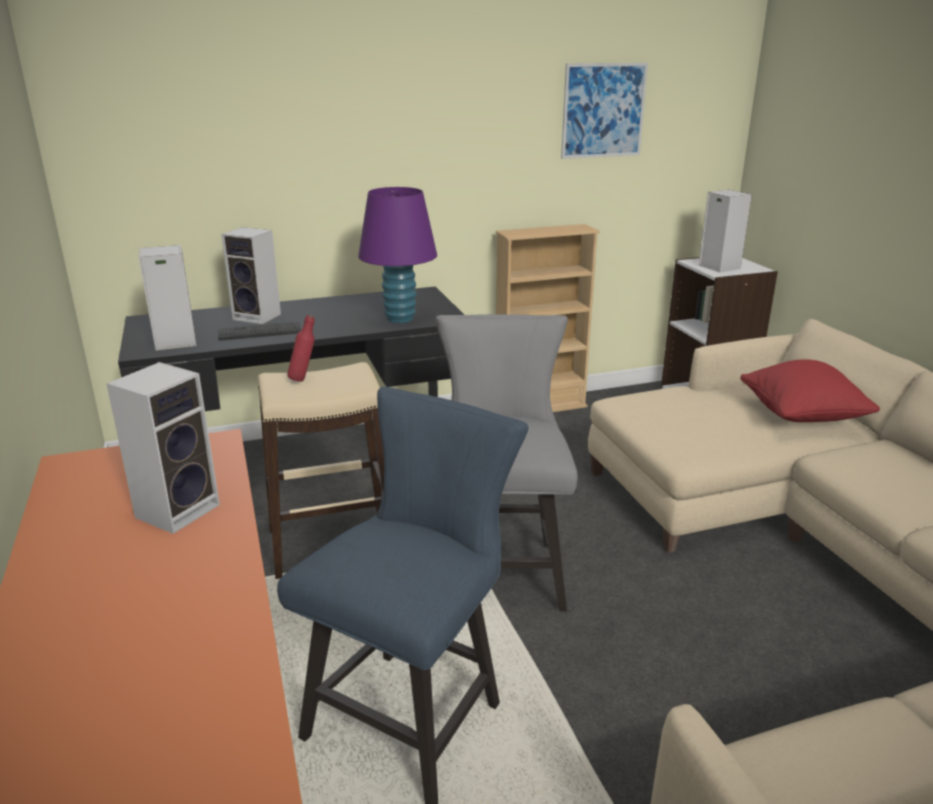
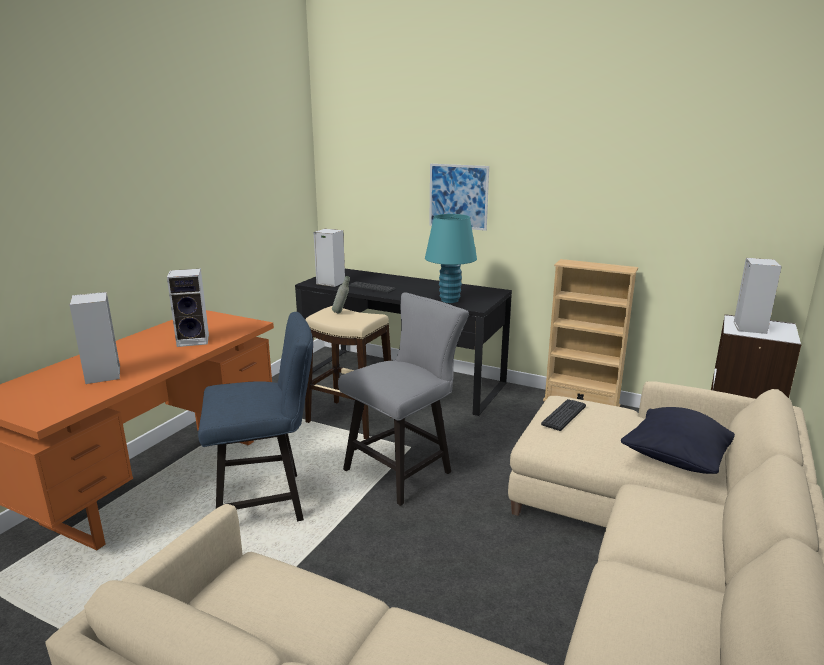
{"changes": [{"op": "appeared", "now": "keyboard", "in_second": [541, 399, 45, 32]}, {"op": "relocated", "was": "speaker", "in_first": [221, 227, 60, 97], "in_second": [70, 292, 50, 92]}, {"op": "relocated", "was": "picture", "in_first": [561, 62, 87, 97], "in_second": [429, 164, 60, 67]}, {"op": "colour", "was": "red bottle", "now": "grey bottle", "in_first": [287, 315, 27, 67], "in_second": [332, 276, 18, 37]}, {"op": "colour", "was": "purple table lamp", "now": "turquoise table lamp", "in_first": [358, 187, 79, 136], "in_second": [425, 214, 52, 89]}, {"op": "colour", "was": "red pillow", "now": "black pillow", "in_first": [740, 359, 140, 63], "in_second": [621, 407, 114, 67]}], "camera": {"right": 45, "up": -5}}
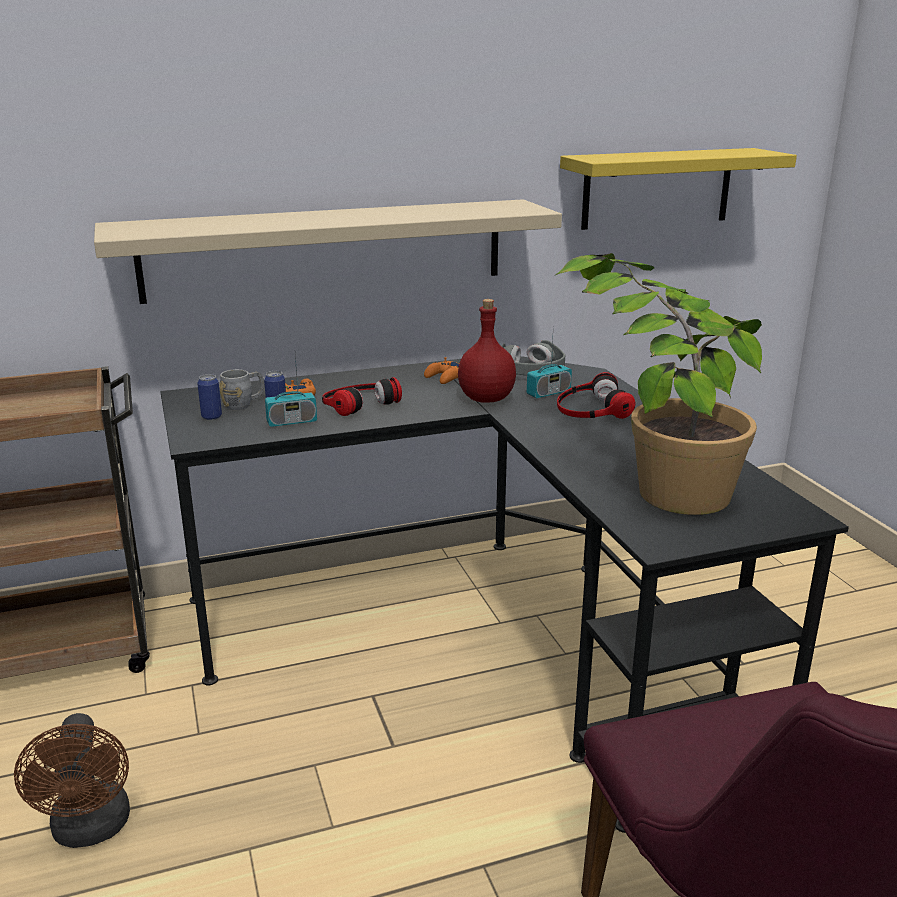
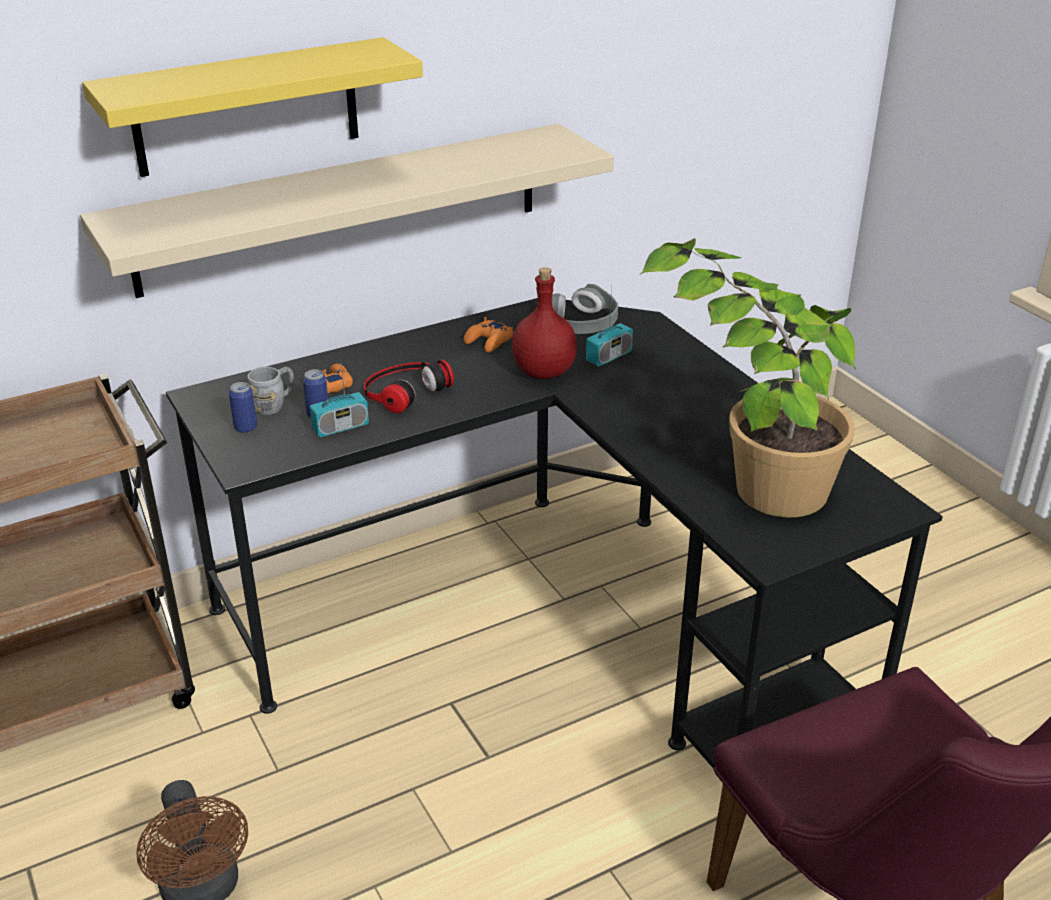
{"changes": [{"op": "missing", "was": "headphones", "in_first": [557, 372, 78, 47]}, {"op": "relocated", "was": "yellow shelf", "in_first": [560, 148, 237, 82], "in_second": [82, 37, 341, 140]}], "camera": {"right": -10, "up": 10}}
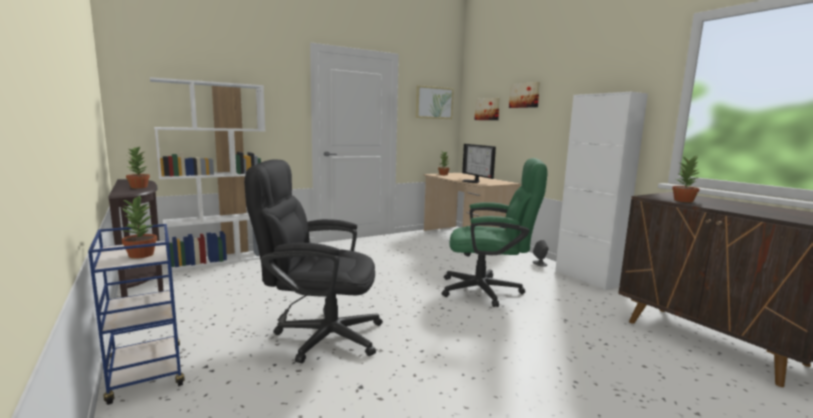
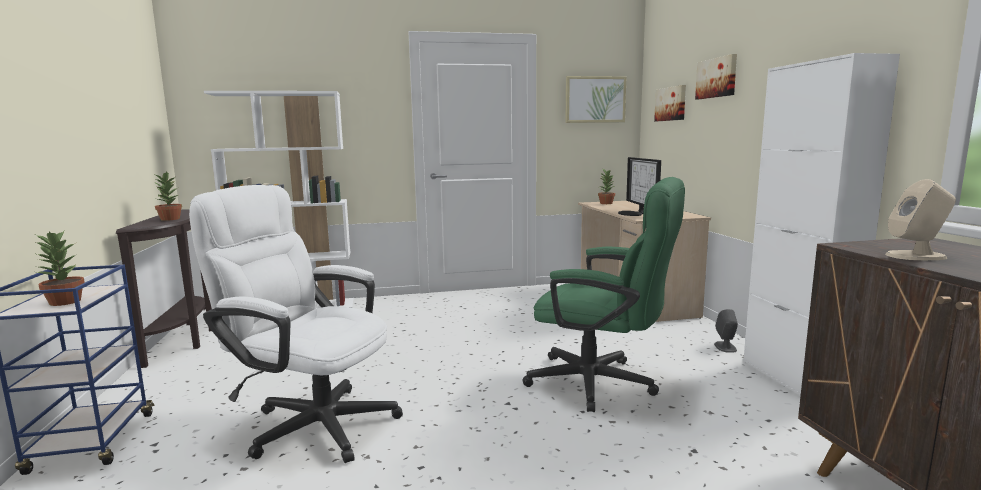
{"changes": [{"op": "exchanged", "was": "potted plant", "now": "beige speaker", "in_first": [672, 154, 28, 49], "in_second": [885, 179, 71, 81]}, {"op": "colour", "was": "black office chair", "now": "white office chair", "in_first": [244, 159, 139, 204], "in_second": [189, 185, 214, 278]}], "camera": {"right": 20, "up": 0}}
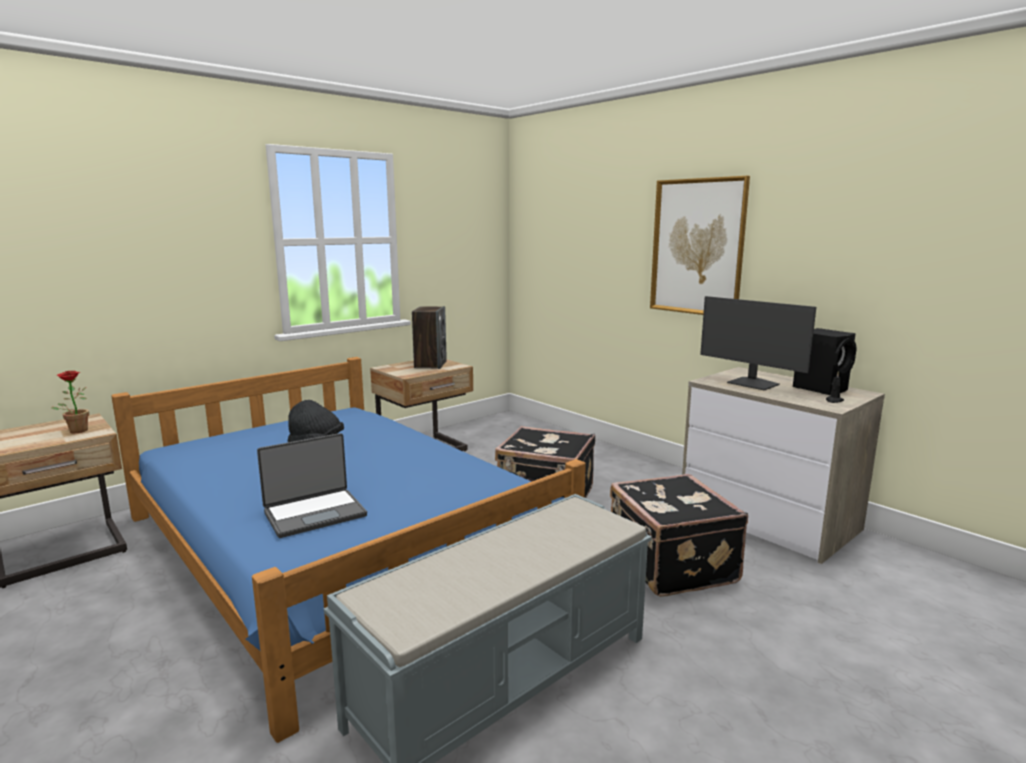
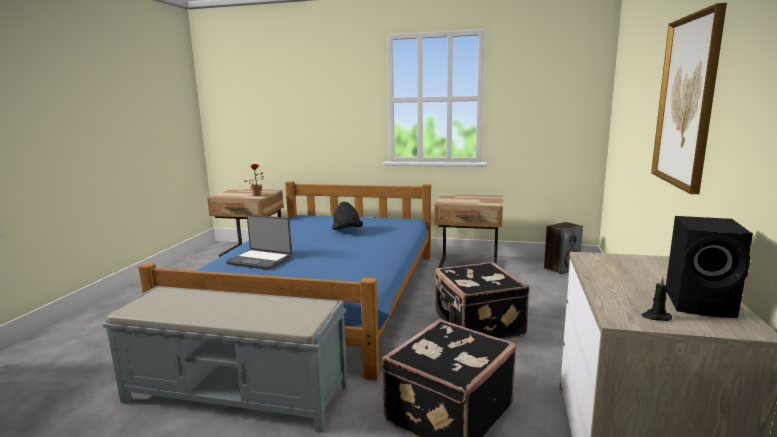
{"changes": [{"op": "missing", "was": "monitor", "in_first": [700, 296, 116, 94]}, {"op": "relocated", "was": "speaker", "in_first": [412, 306, 35, 63], "in_second": [544, 222, 39, 52]}], "camera": {"right": 55, "up": 0}}
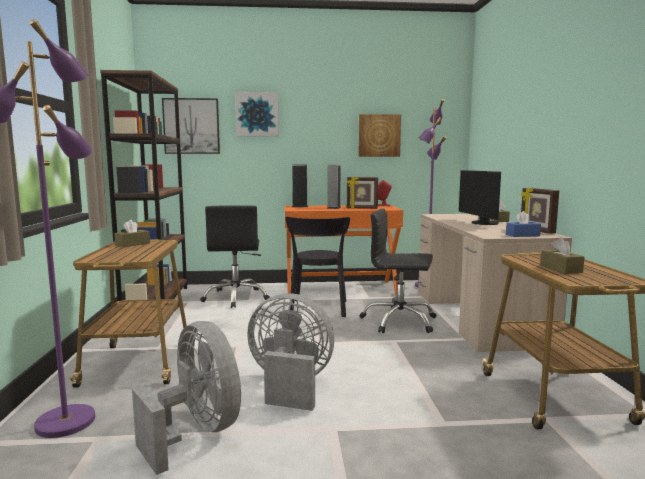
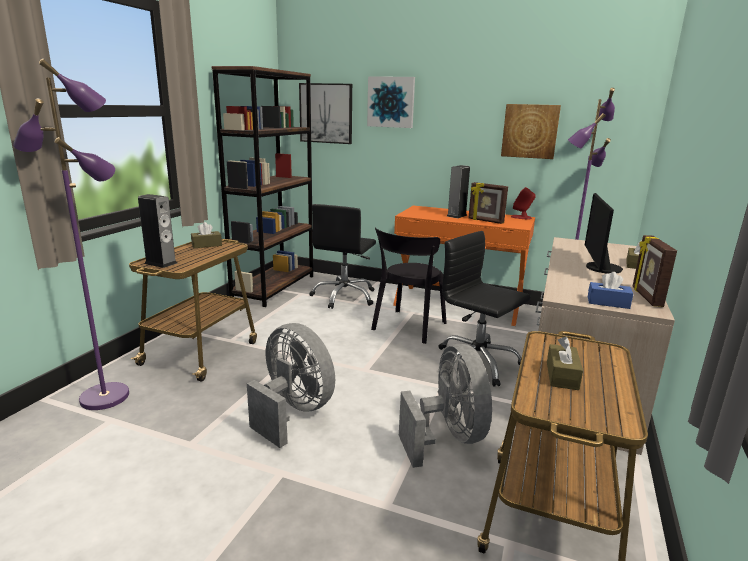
{"changes": [{"op": "relocated", "was": "grey fan", "in_first": [132, 321, 109, 154], "in_second": [399, 344, 93, 124]}, {"op": "relocated", "was": "speaker", "in_first": [292, 164, 16, 43], "in_second": [138, 194, 39, 74]}], "camera": {"right": 25, "up": 10}}
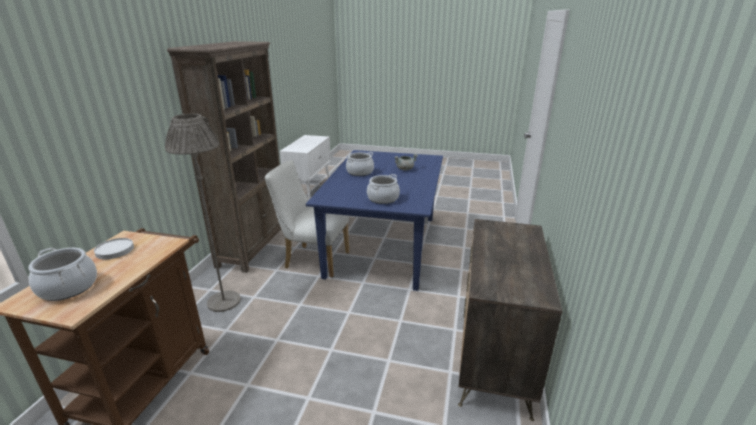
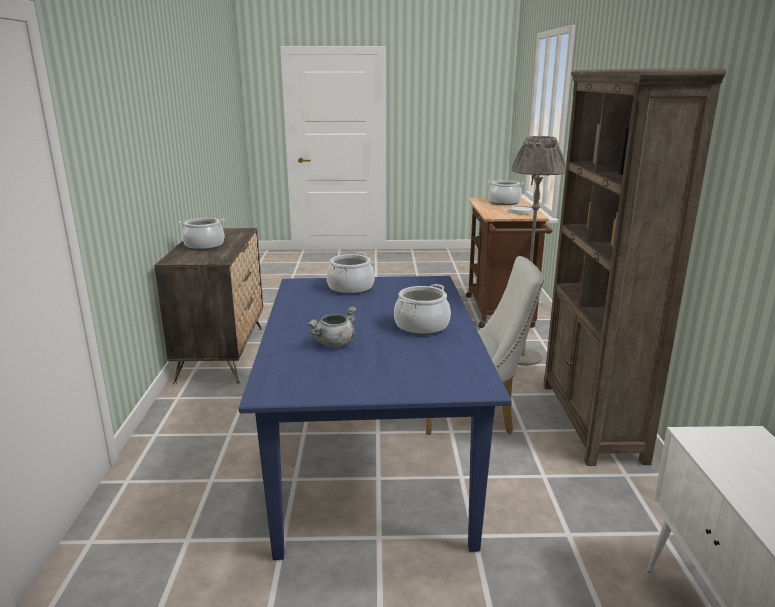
{"changes": [{"op": "appeared", "now": "cooking pot", "in_second": [178, 218, 47, 32]}], "camera": {"right": 165, "up": -5}}
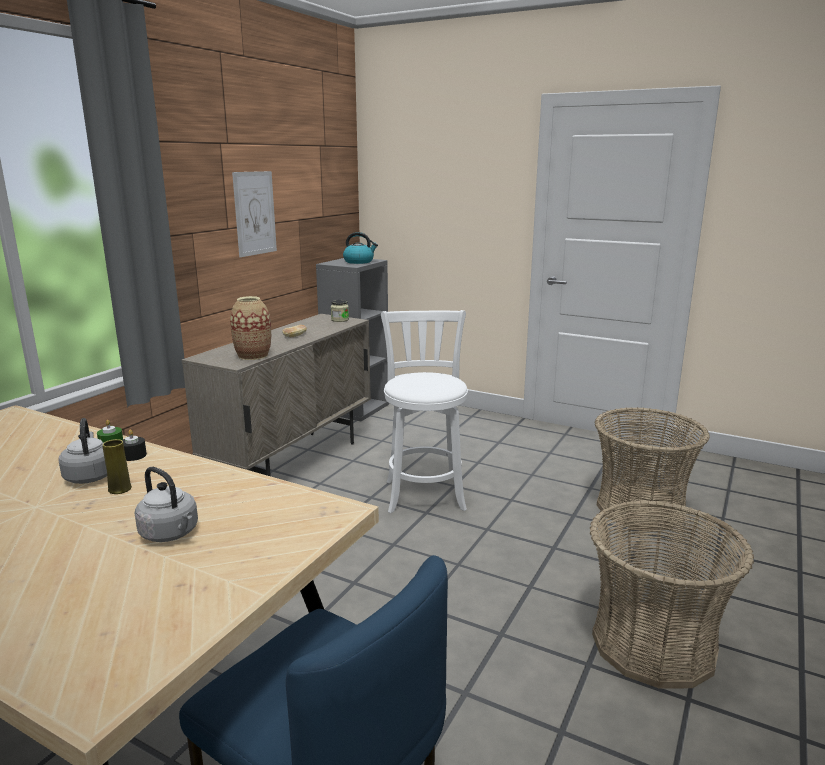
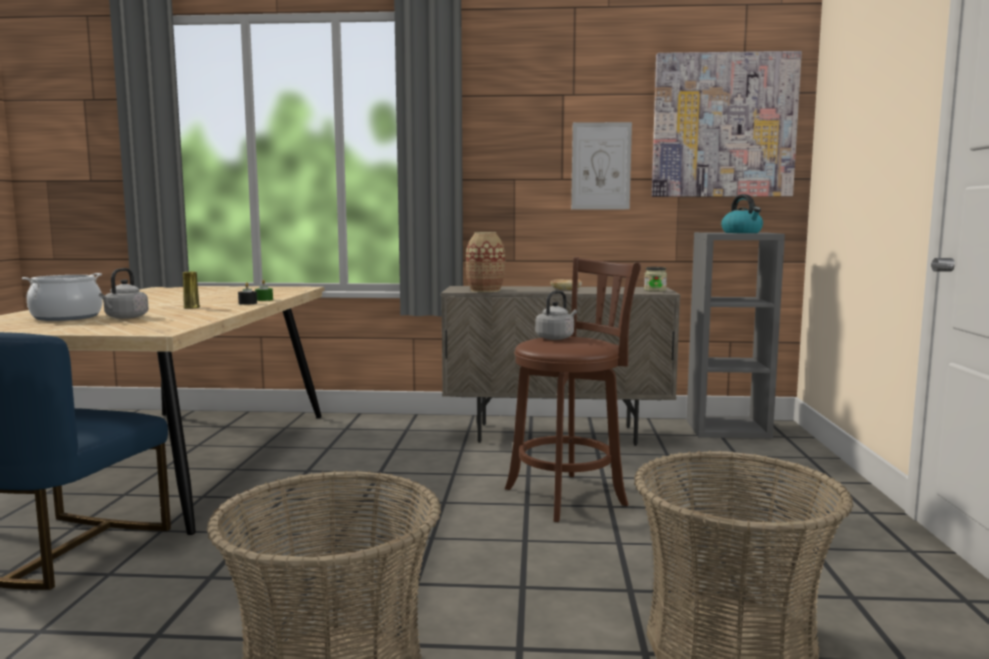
{"changes": [{"op": "appeared", "now": "cooking pot", "in_second": [22, 273, 80, 48]}, {"op": "appeared", "now": "picture", "in_second": [652, 51, 150, 146]}, {"op": "relocated", "was": "grey kettle", "in_first": [58, 418, 49, 66], "in_second": [535, 291, 42, 49]}, {"op": "colour", "was": "white stool", "now": "brown stool", "in_first": [381, 310, 87, 203], "in_second": [505, 257, 136, 265]}], "camera": {"right": 65, "up": -10}}
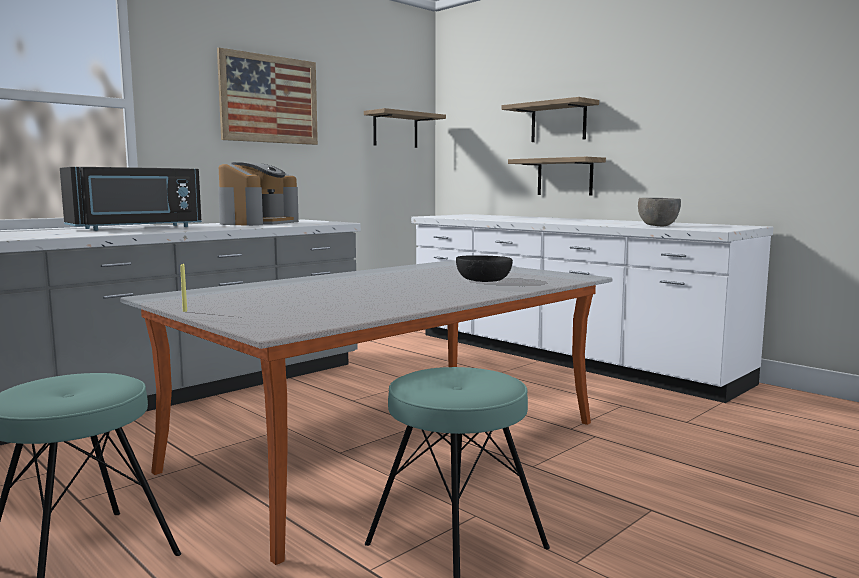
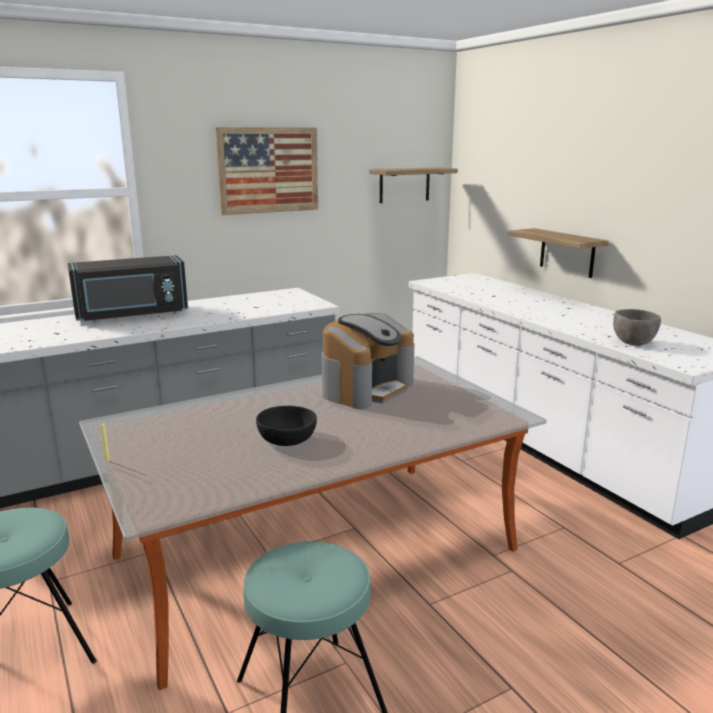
{"changes": [{"op": "missing", "was": "shelf", "in_first": [502, 97, 97, 45]}, {"op": "relocated", "was": "coffee machine", "in_first": [218, 162, 81, 64], "in_second": [322, 313, 92, 96]}, {"op": "relocated", "was": "black bowl", "in_first": [456, 255, 57, 27], "in_second": [256, 406, 61, 40]}], "camera": {"right": 15, "up": 10}}
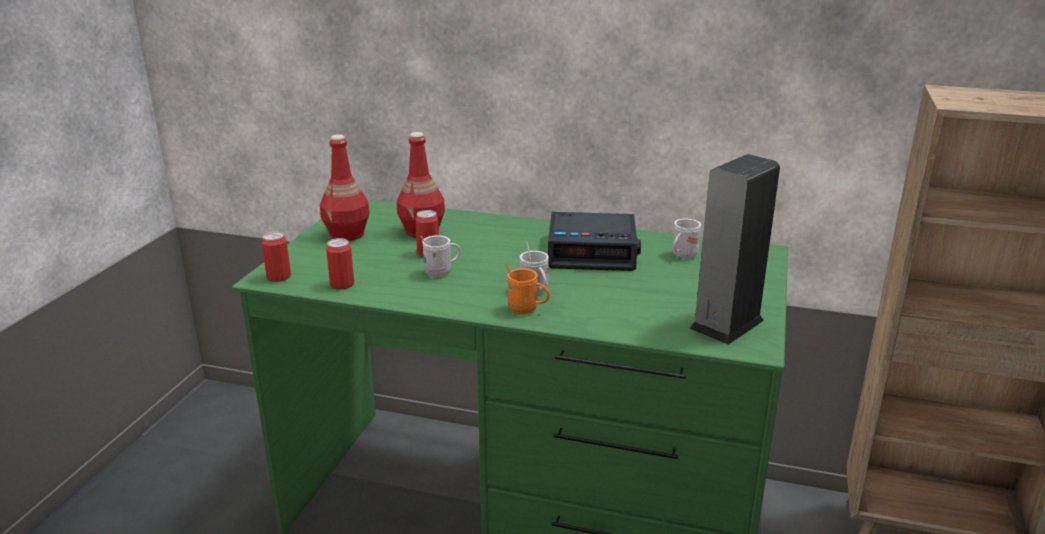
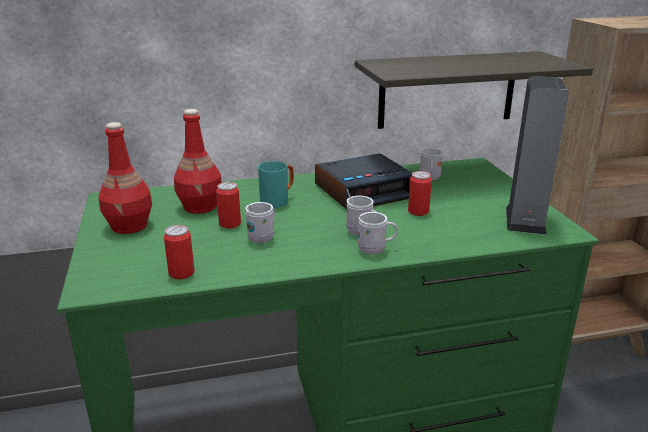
{"changes": [{"op": "appeared", "now": "turquoise mug", "in_second": [258, 161, 36, 47]}, {"op": "appeared", "now": "shelf", "in_second": [355, 51, 238, 78]}, {"op": "relocated", "was": "can", "in_first": [262, 232, 29, 50], "in_second": [408, 171, 24, 45]}, {"op": "colour", "was": "orange mug", "now": "white mug", "in_first": [505, 263, 45, 51], "in_second": [356, 210, 42, 45]}], "camera": {"right": -30, "up": 0}}
